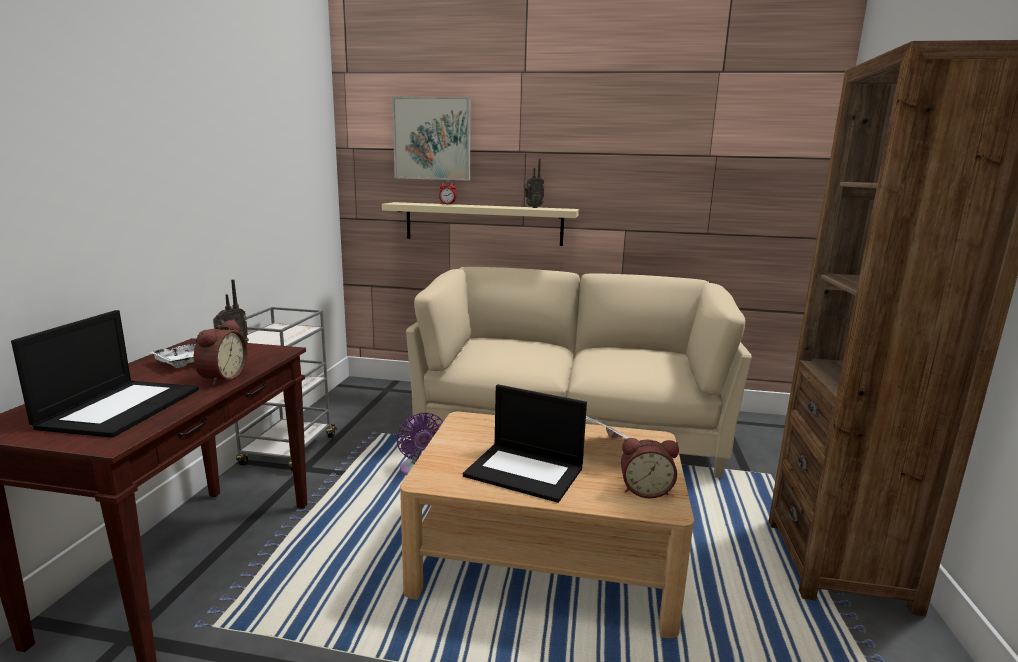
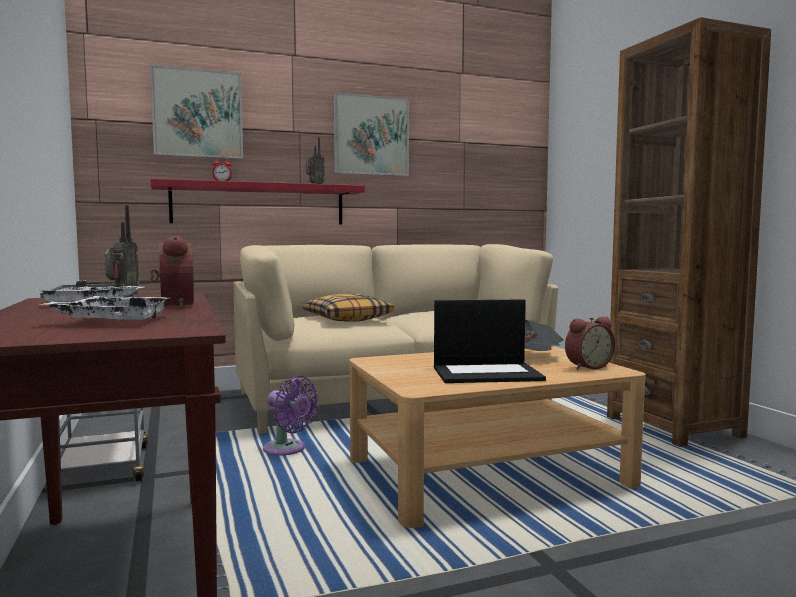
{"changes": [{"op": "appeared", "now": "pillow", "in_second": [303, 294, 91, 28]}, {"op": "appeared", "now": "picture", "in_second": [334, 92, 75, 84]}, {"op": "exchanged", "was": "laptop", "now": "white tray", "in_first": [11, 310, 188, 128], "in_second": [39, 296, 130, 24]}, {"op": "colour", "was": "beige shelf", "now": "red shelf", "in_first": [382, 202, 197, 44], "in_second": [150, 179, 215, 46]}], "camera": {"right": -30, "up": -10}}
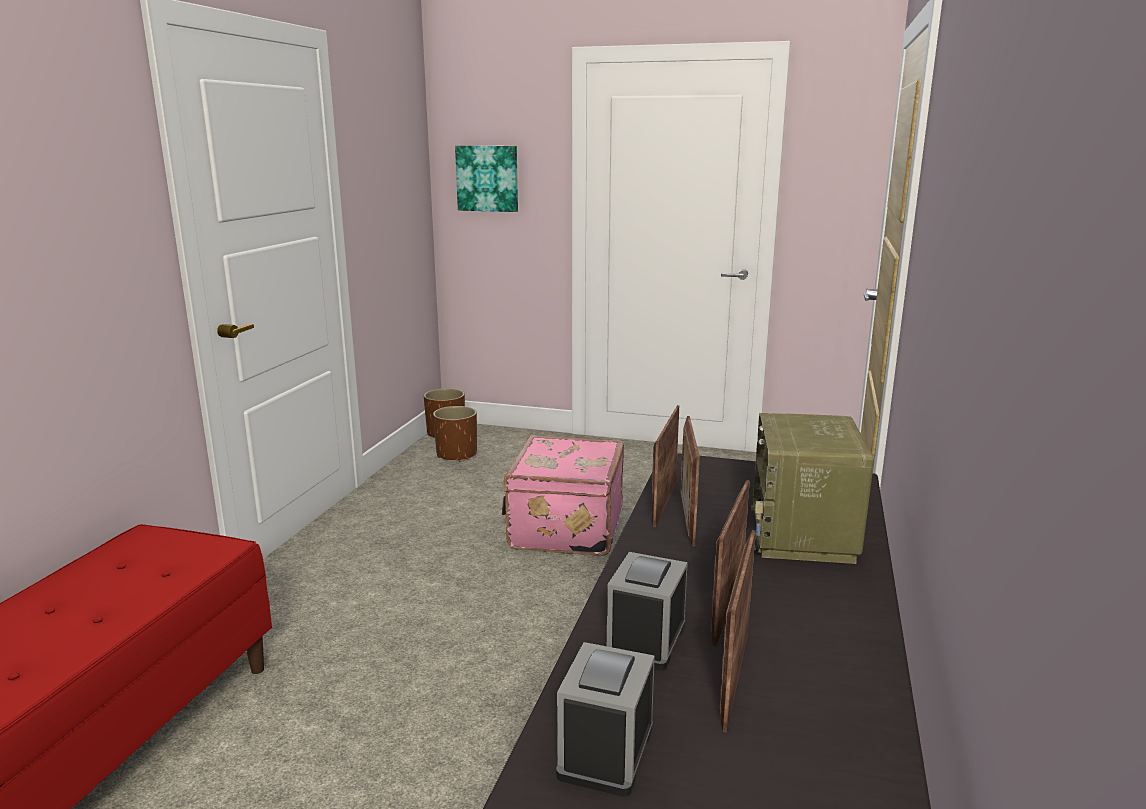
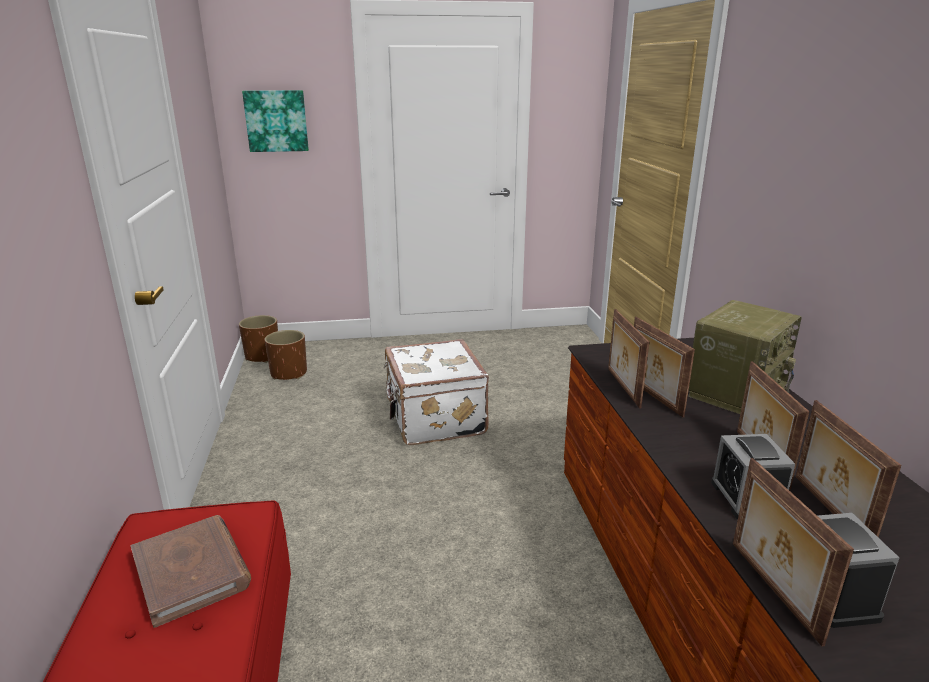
{"changes": [{"op": "appeared", "now": "brown book", "in_second": [131, 515, 120, 113]}, {"op": "appeared", "now": "picture frame", "in_second": [733, 458, 121, 189]}, {"op": "colour", "was": "pink suitcase", "now": "white suitcase", "in_first": [502, 435, 122, 121], "in_second": [384, 339, 105, 106]}, {"op": "spun", "was": "radio", "in_first": [751, 413, 123, 151], "in_second": [688, 300, 114, 114], "clockwise": -120}], "camera": {"right": -25, "up": 5}}
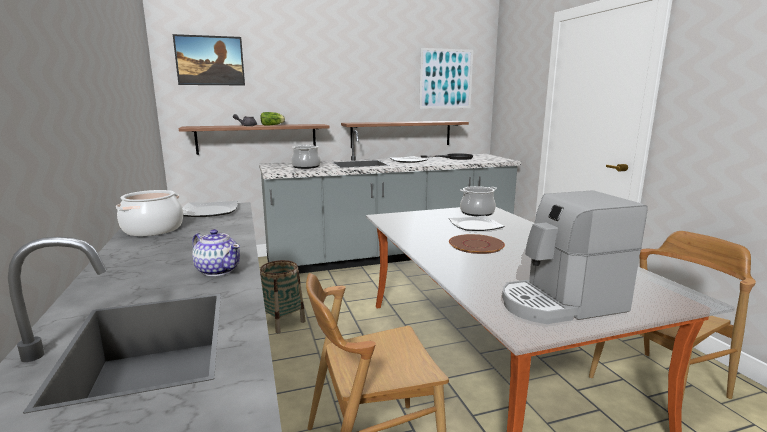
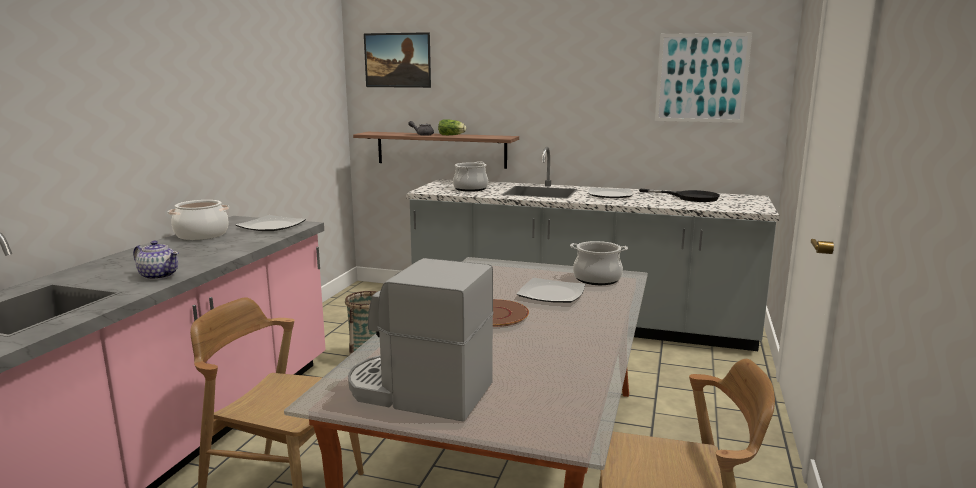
{"changes": [{"op": "missing", "was": "shelf", "in_first": [341, 121, 128, 27]}, {"op": "spun", "was": "teapot", "in_first": [192, 229, 48, 47], "in_second": [133, 241, 46, 39], "clockwise": -45}], "camera": {"right": 35, "up": 0}}
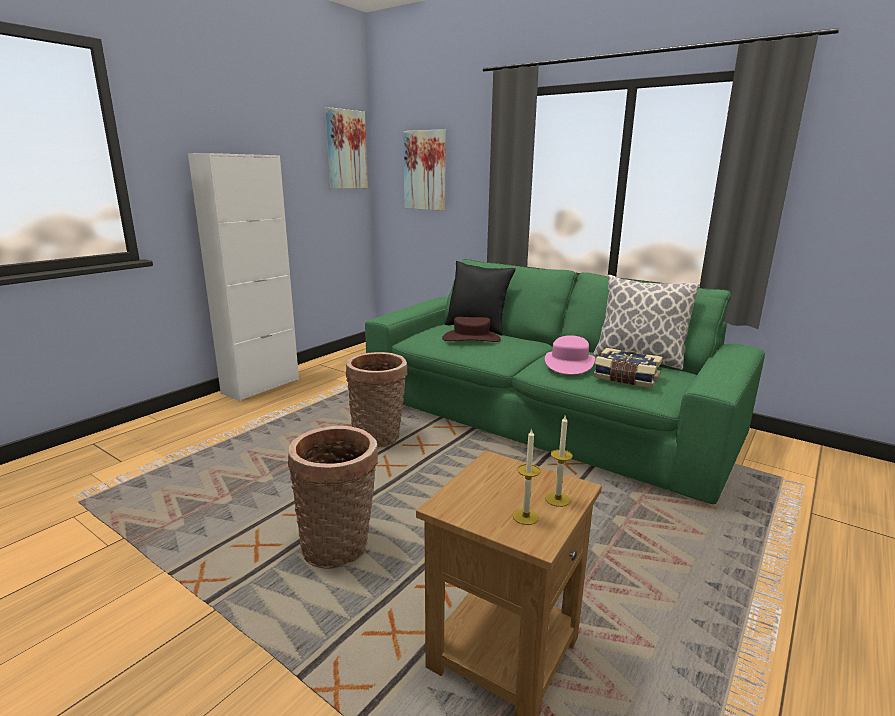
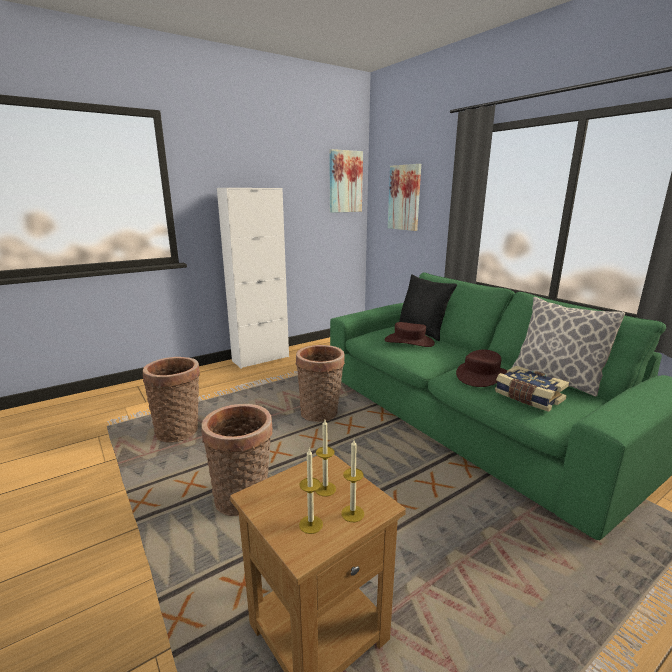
{"changes": [{"op": "appeared", "now": "basket", "in_second": [143, 357, 57, 86]}, {"op": "appeared", "now": "candle", "in_second": [315, 420, 21, 76]}, {"op": "colour", "was": "pink hat", "now": "brown hat", "in_first": [545, 335, 50, 40], "in_second": [456, 350, 51, 37]}], "camera": {"right": 20, "up": 0}}
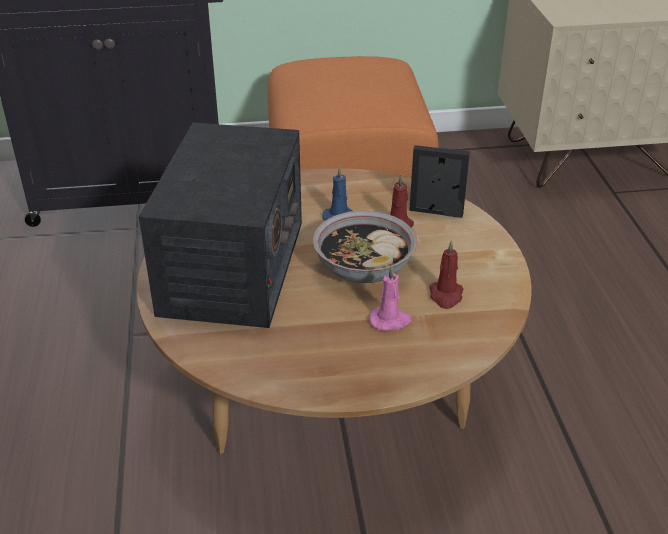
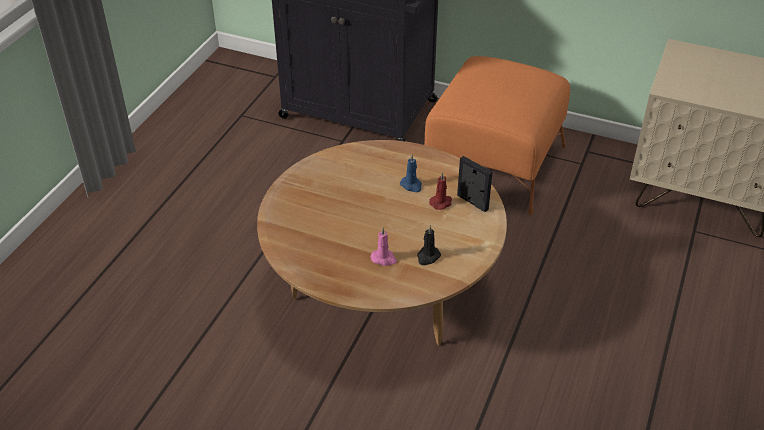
{"changes": [{"op": "missing", "was": "radio", "in_first": [139, 123, 163, 205]}, {"op": "missing", "was": "bowl", "in_first": [313, 210, 104, 73]}, {"op": "colour", "was": "red candle", "now": "black candle", "in_first": [429, 240, 35, 69], "in_second": [417, 225, 24, 40]}], "camera": {"right": 30, "up": 5}}
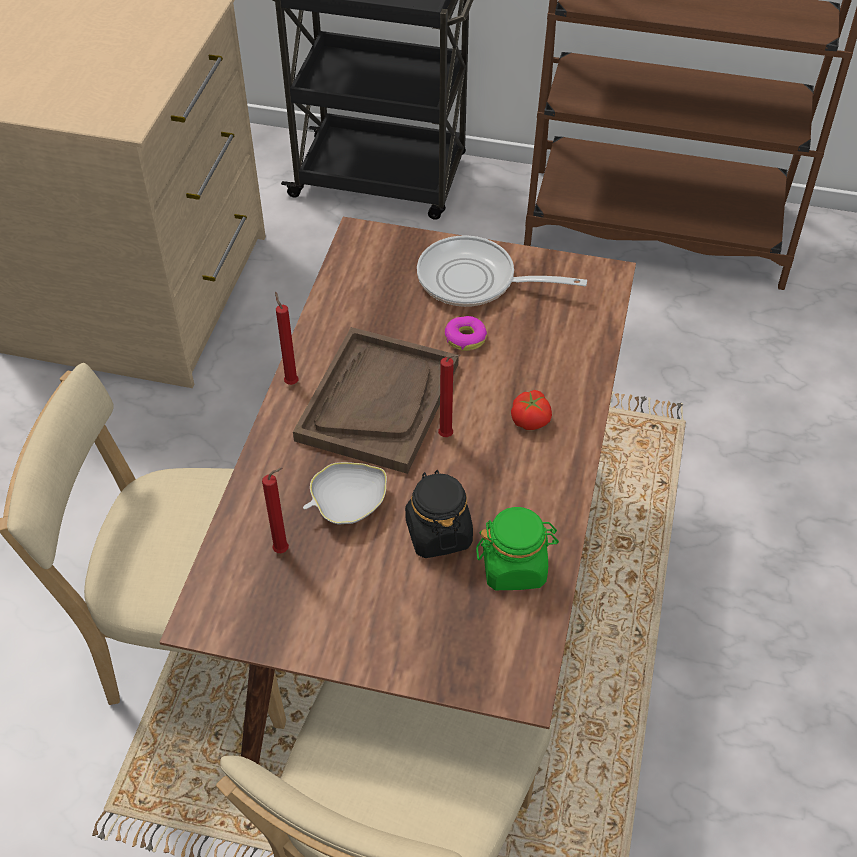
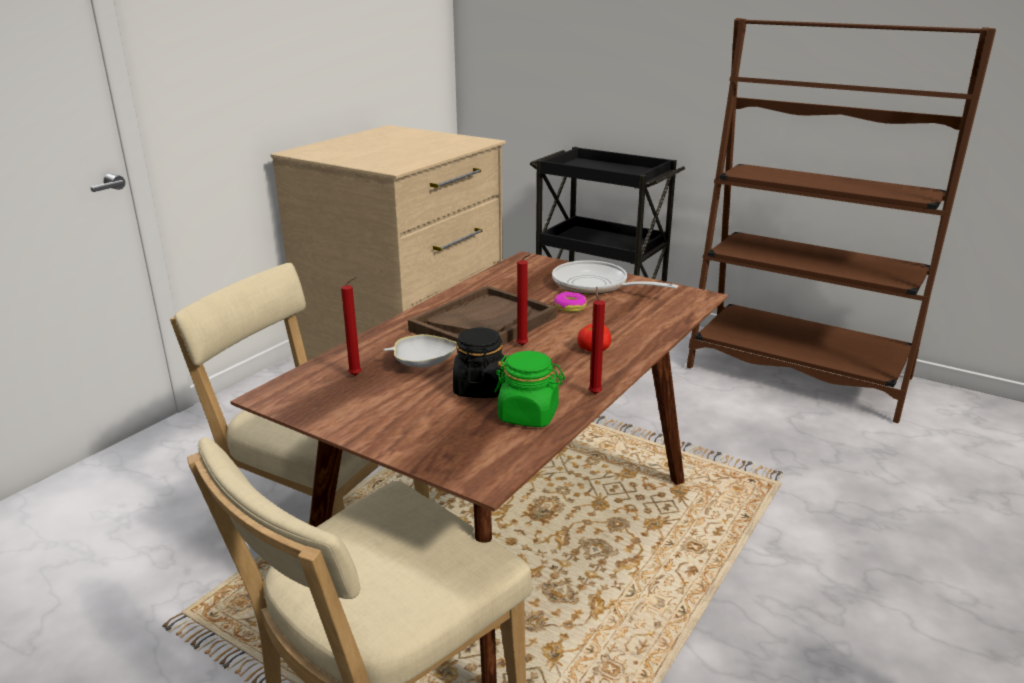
{"changes": [{"op": "relocated", "was": "red candle", "in_first": [275, 292, 24, 93], "in_second": [589, 287, 16, 107]}], "camera": {"right": 20, "up": -25}}
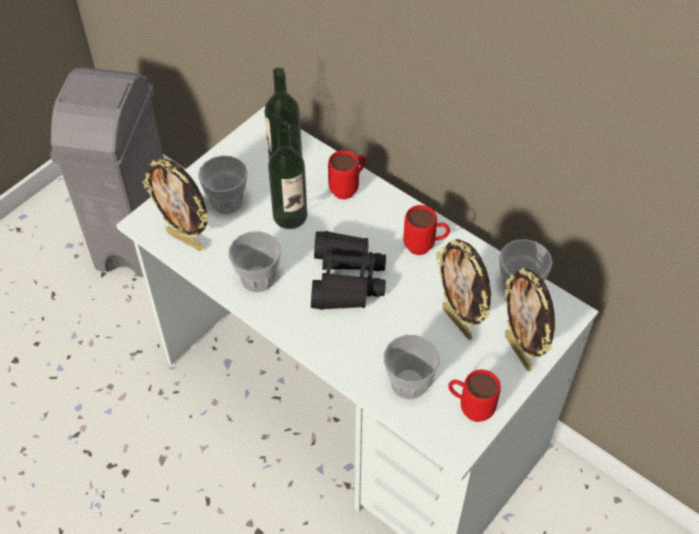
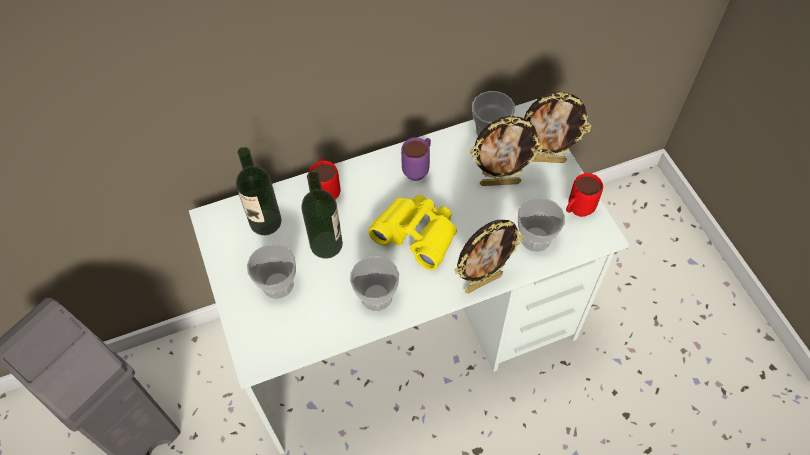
{"changes": [{"op": "relocated", "was": "picture frame", "in_first": [142, 159, 67, 92], "in_second": [455, 220, 68, 73]}, {"op": "colour", "was": "black binoculars", "now": "yellow binoculars", "in_first": [311, 231, 75, 79], "in_second": [368, 195, 89, 75]}, {"op": "colour", "was": "red mug", "now": "purple mug", "in_first": [403, 205, 47, 50], "in_second": [401, 137, 30, 44]}], "camera": {"right": -60, "up": 5}}
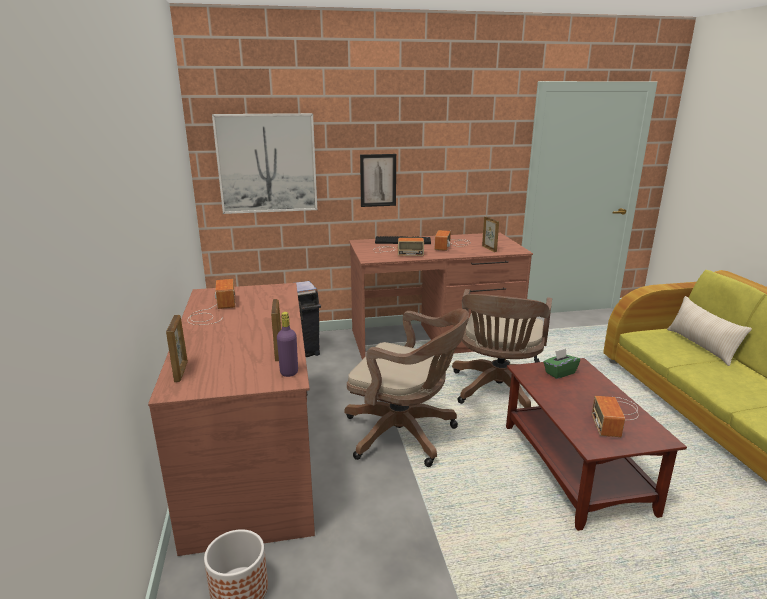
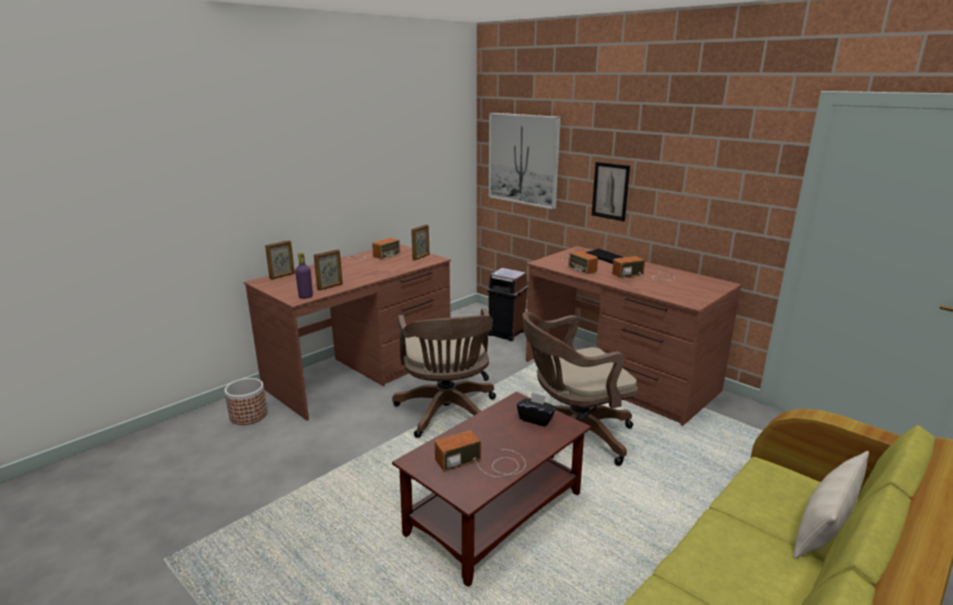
{"changes": [{"op": "relocated", "was": "picture frame", "in_first": [482, 216, 17, 36], "in_second": [411, 224, 18, 37]}, {"op": "colour", "was": "green tissue box", "now": "black tissue box", "in_first": [544, 349, 36, 30], "in_second": [517, 392, 39, 35]}], "camera": {"right": 55, "up": 0}}
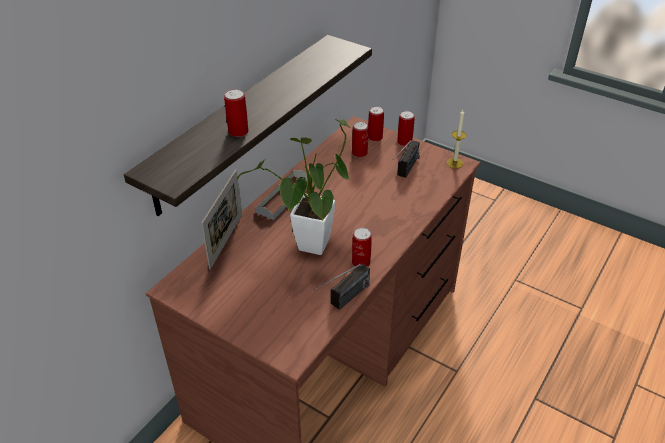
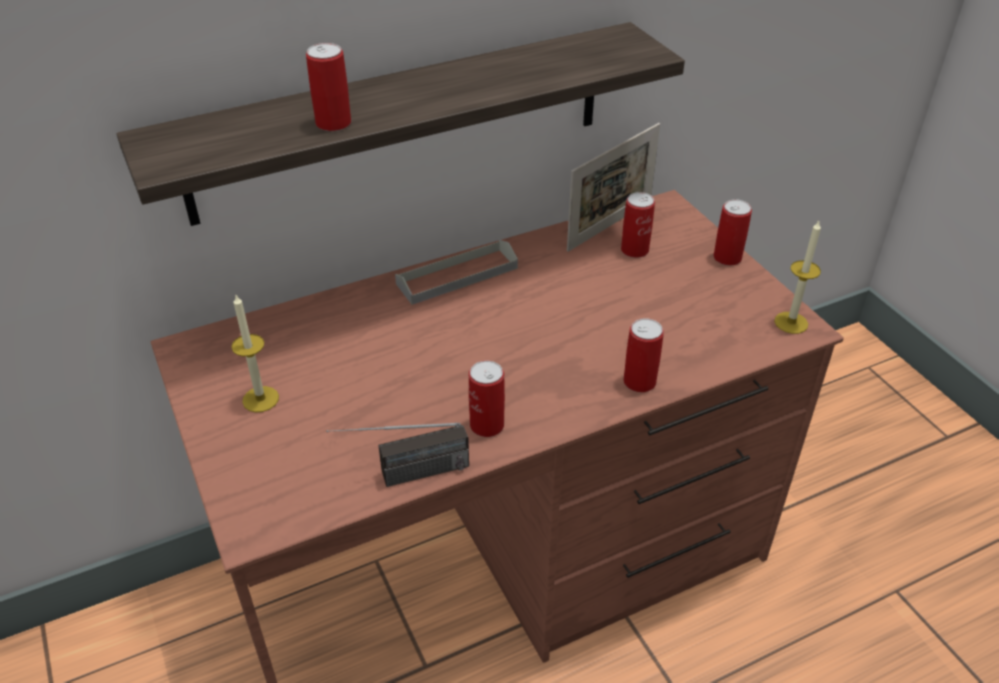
{"changes": [{"op": "missing", "was": "potted plant", "in_first": [237, 119, 114, 136]}, {"op": "missing", "was": "radio", "in_first": [393, 140, 27, 38]}, {"op": "appeared", "now": "candle", "in_second": [231, 295, 48, 117]}, {"op": "relocated", "was": "picture frame", "in_first": [201, 169, 41, 100], "in_second": [567, 123, 93, 129]}, {"op": "relocated", "was": "can", "in_first": [368, 106, 16, 35], "in_second": [623, 318, 41, 74]}], "camera": {"right": 30, "up": 0}}
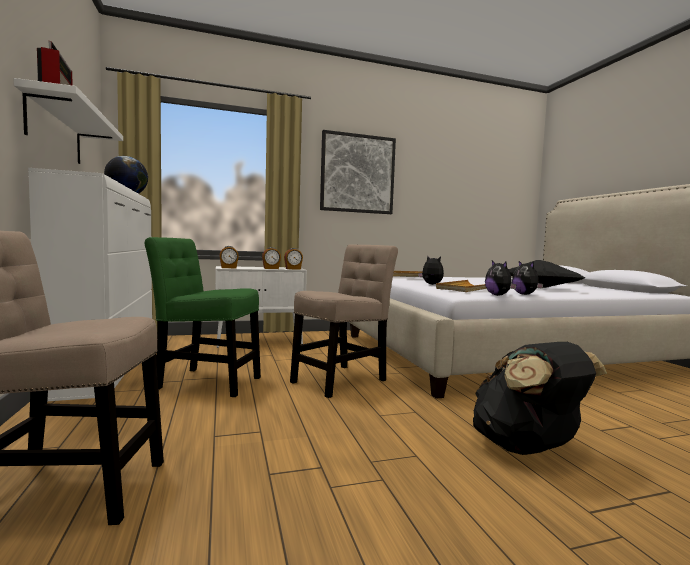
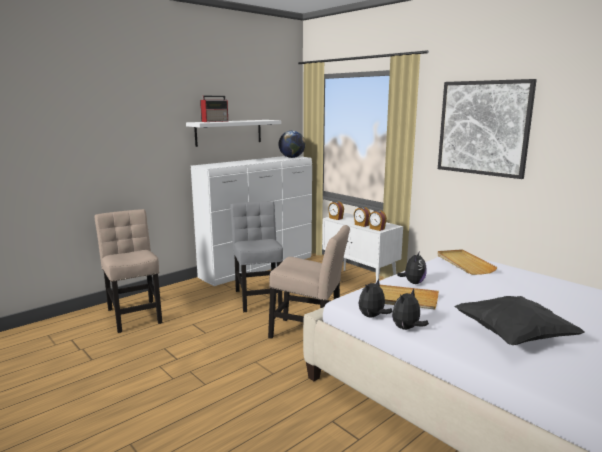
{"changes": [{"op": "missing", "was": "black backpack", "in_first": [473, 342, 134, 113]}, {"op": "colour", "was": "green chair", "now": "grey chair", "in_first": [144, 237, 117, 160], "in_second": [230, 201, 53, 111]}], "camera": {"right": 65, "up": 10}}
